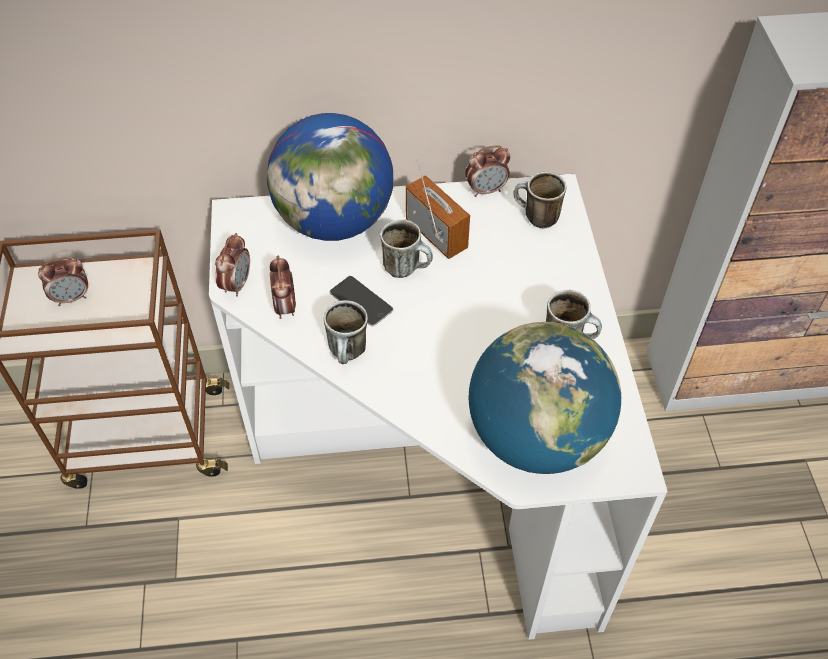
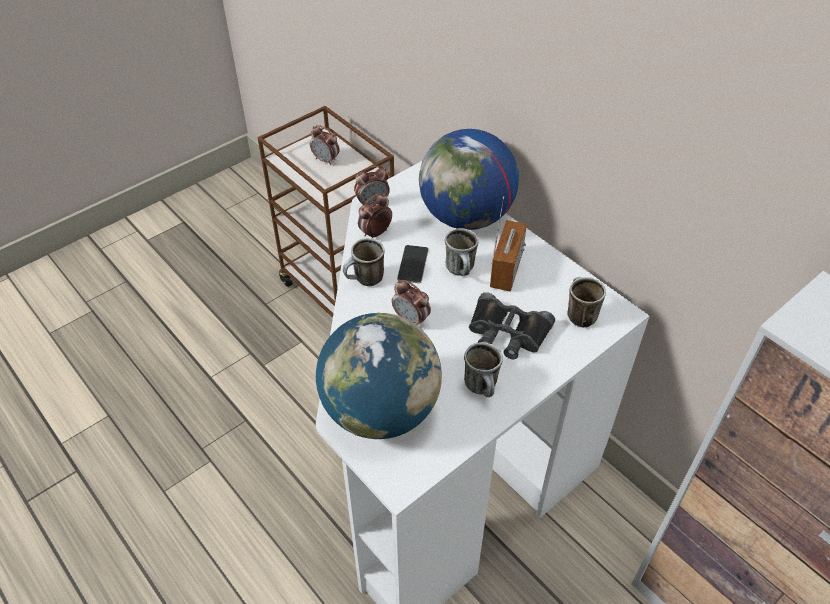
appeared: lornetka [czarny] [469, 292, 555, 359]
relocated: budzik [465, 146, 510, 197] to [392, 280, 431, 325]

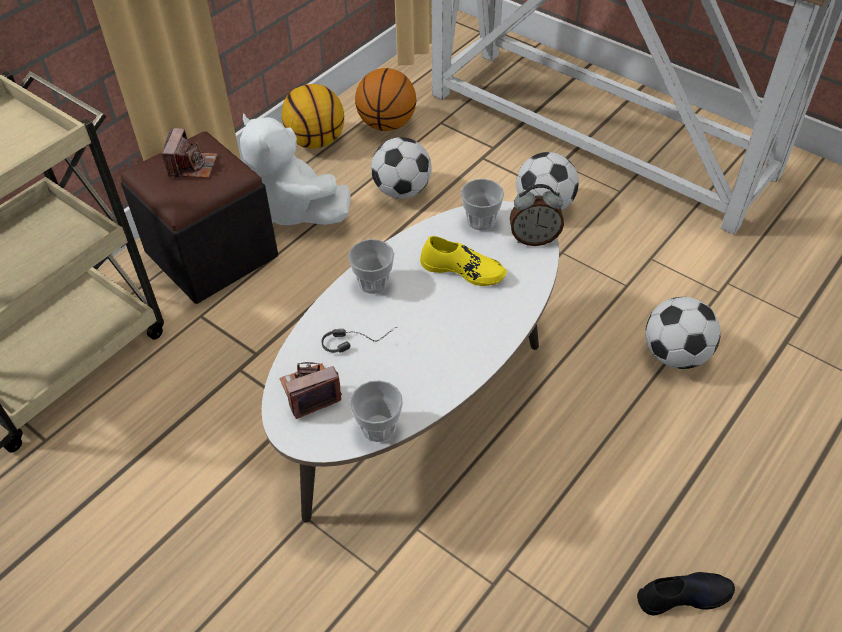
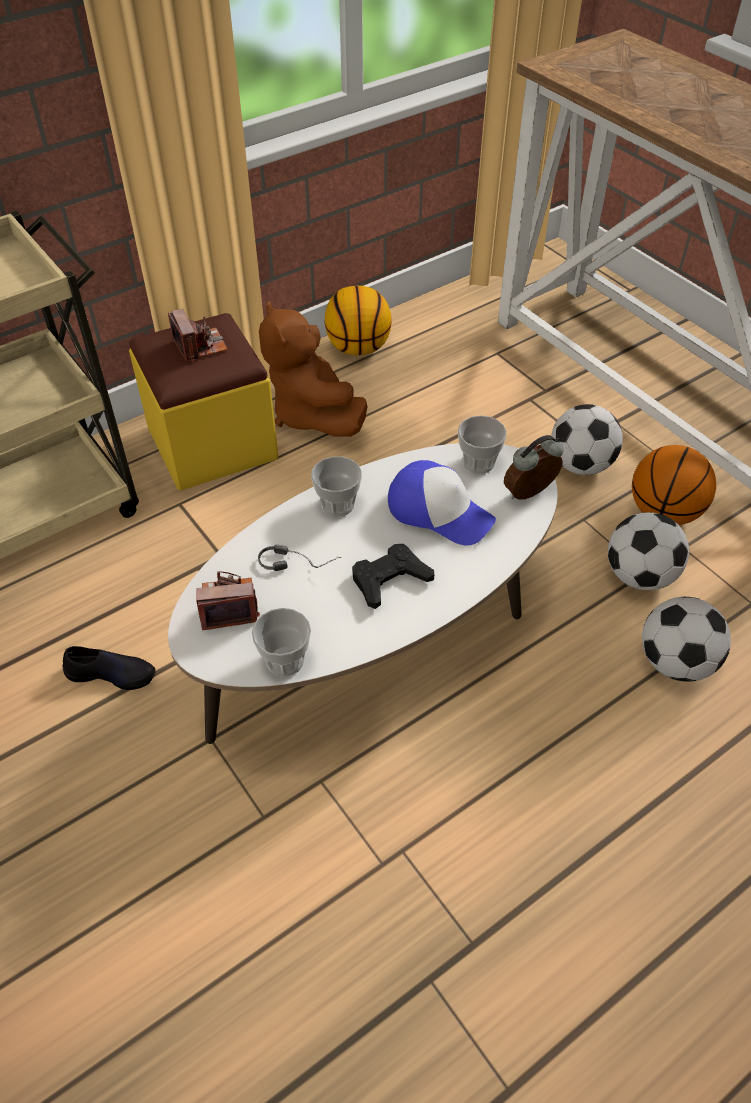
appeared: pad do gier [czarny] [352, 544, 434, 609]
relocated: piłka do koszykówki [355, 68, 416, 131] to [632, 445, 716, 525]; piłka futbolowa [371, 137, 432, 199] to [608, 512, 689, 590]; but [czarny] [637, 572, 735, 615] to [63, 646, 156, 690]
exchanged: but [żółty] [420, 236, 507, 286] to czapka z daszkiem [388, 460, 496, 546]
colour: pluszak [biały] [240, 113, 351, 225] to pluszak [brązowy] [259, 301, 368, 437]; pufa [czarny] [120, 132, 278, 304] to pufa [żółty] [129, 313, 278, 491]
spun: aparat fotograficzny [162, 128, 217, 179] = [168, 309, 228, 362] 45 degrees counterclockwise; budzik [510, 184, 564, 246] = [504, 435, 564, 500] 135 degrees clockwise

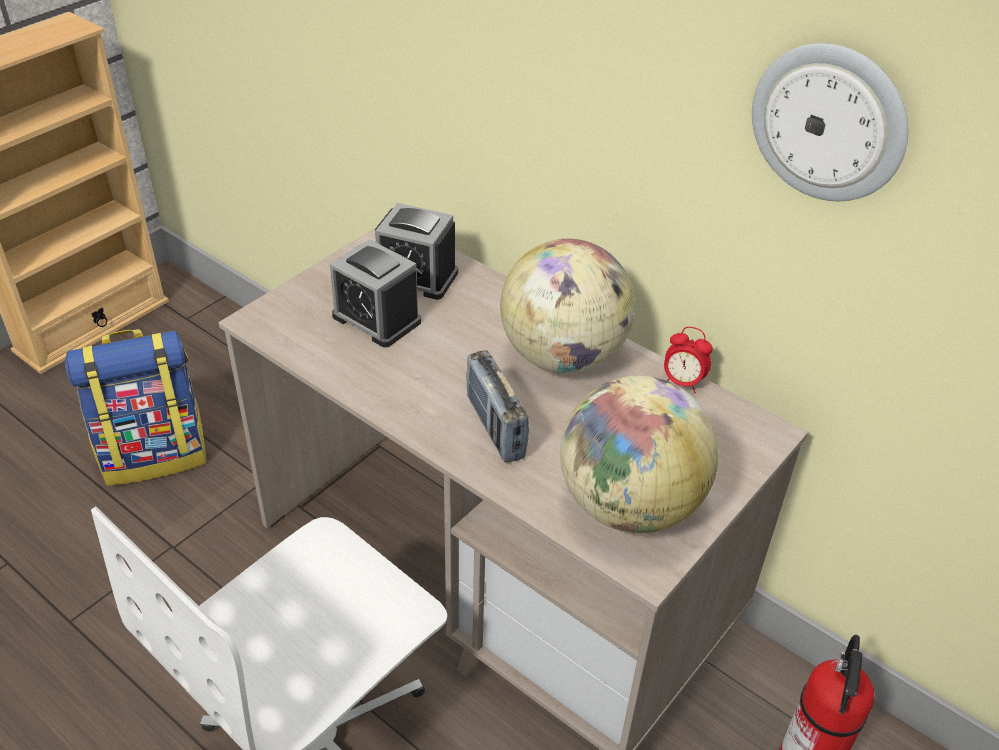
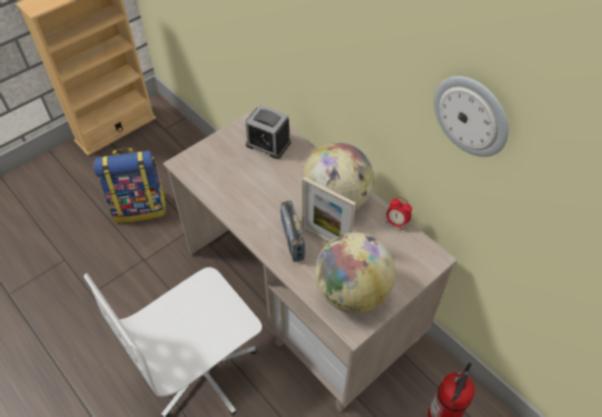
missing: budzik [330, 239, 421, 348]
appeared: ramka na zdjęcie [302, 177, 356, 242]

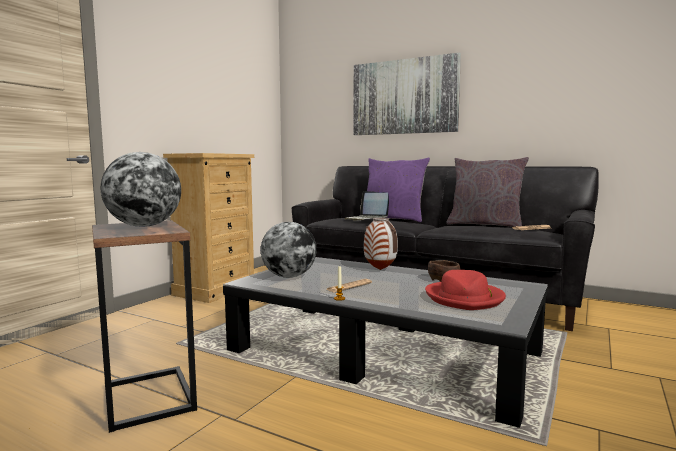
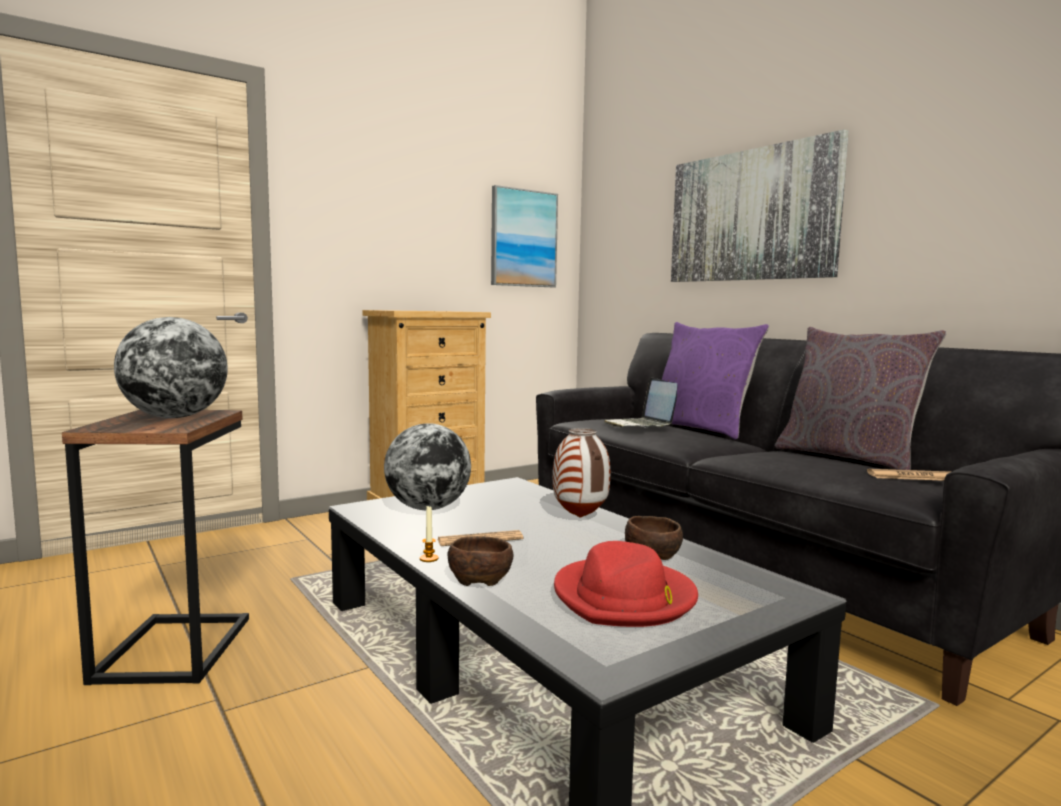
appeared: obraz [491, 185, 558, 287]; miska [brązowy] [447, 536, 513, 586]

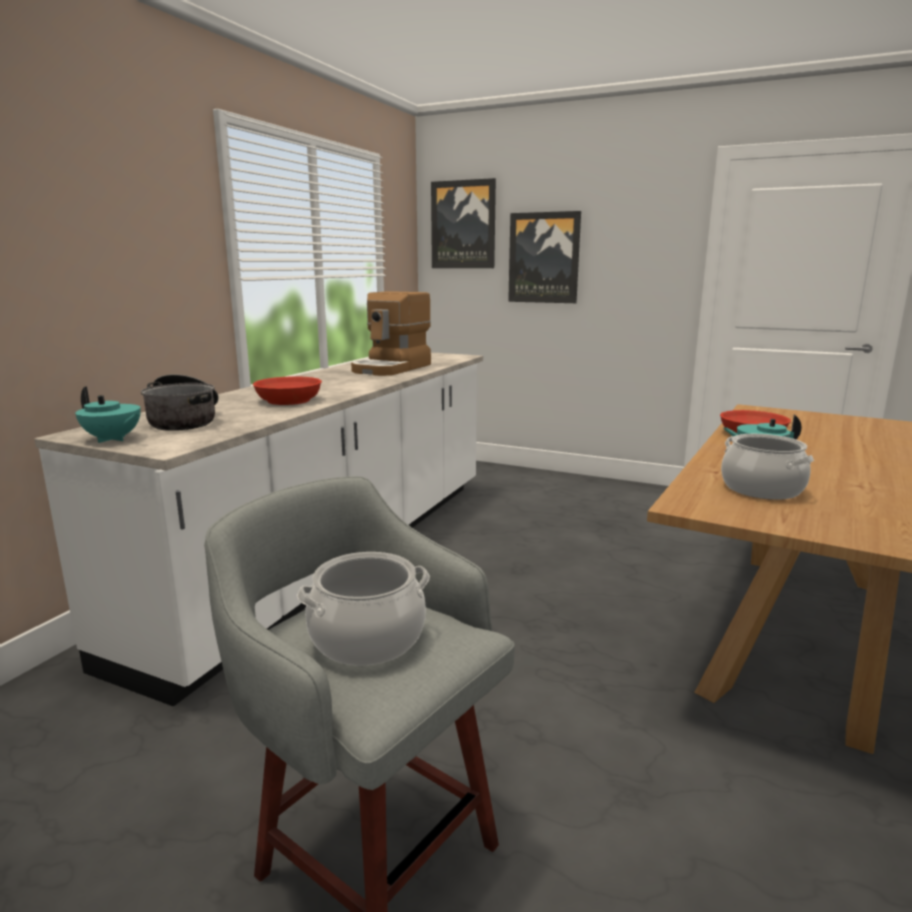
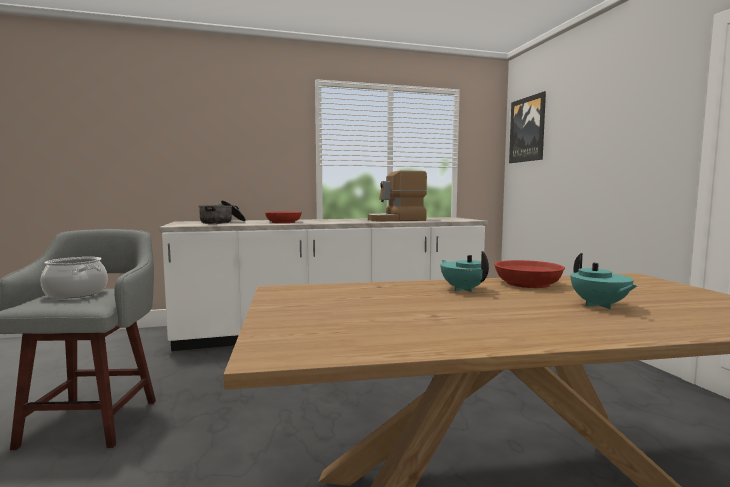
missing: obraz [508, 211, 581, 303]; garnek [721, 434, 814, 500]
relocated: imbryk [turkusowy] [75, 387, 141, 443] to [571, 253, 637, 309]

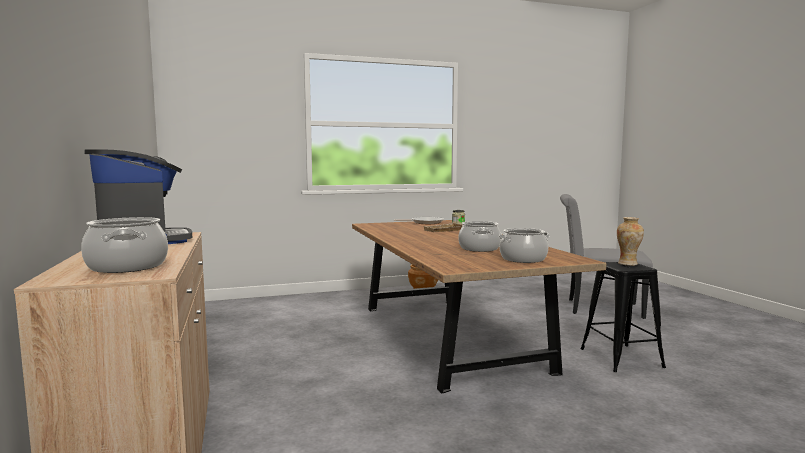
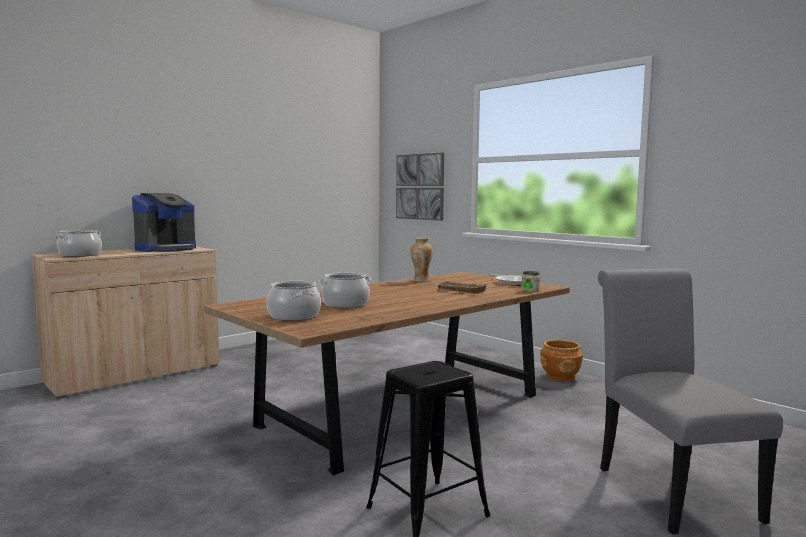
appeared: obraz [396, 153, 444, 221]
relocated: wazon [617, 217, 644, 266] to [410, 238, 433, 282]

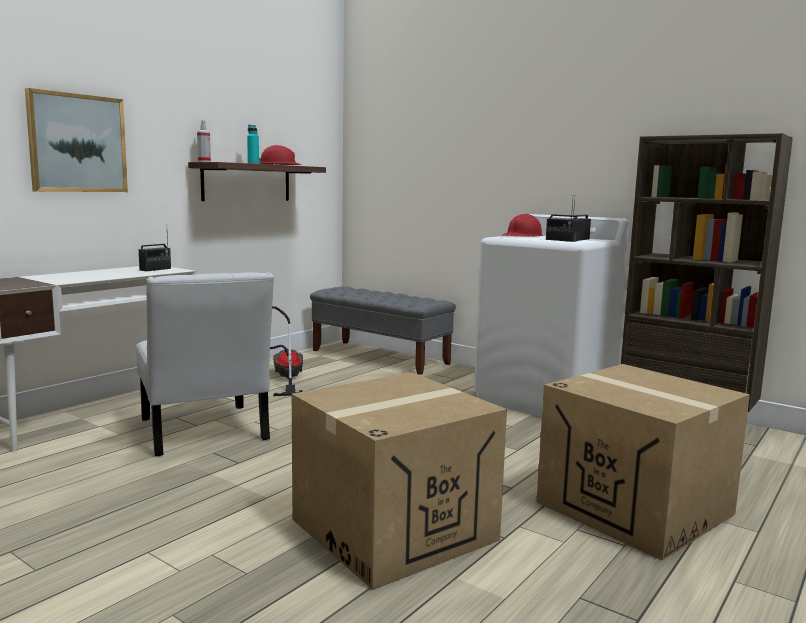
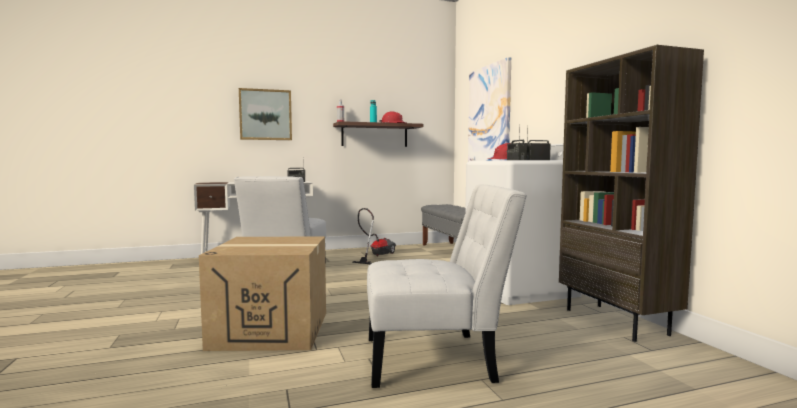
appeared: obraz [468, 57, 511, 161]
exchanged: karton [537, 364, 750, 561] to krzesło [biały] [367, 184, 527, 388]

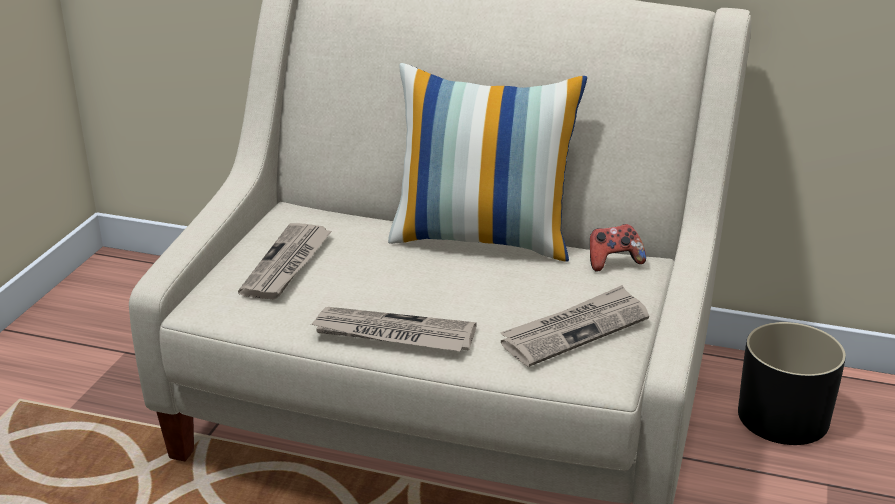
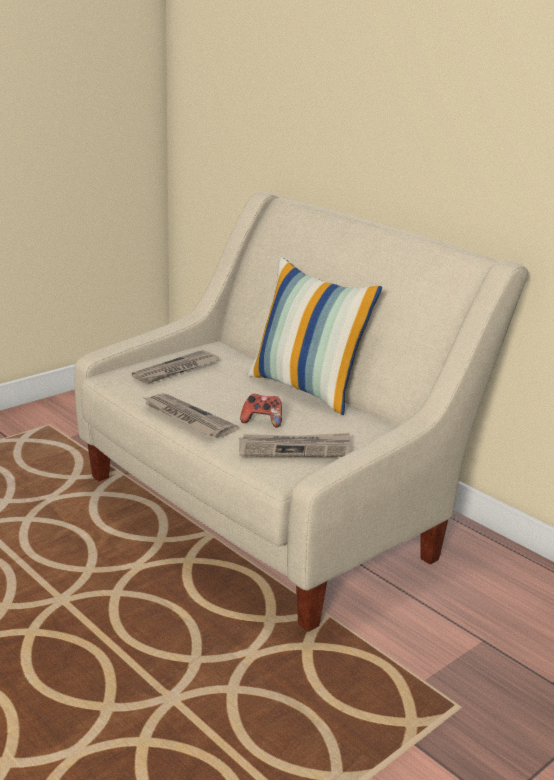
missing: donica [czarny] [738, 322, 846, 445]
relocated: pad do gier [590, 224, 646, 272] to [240, 394, 282, 428]

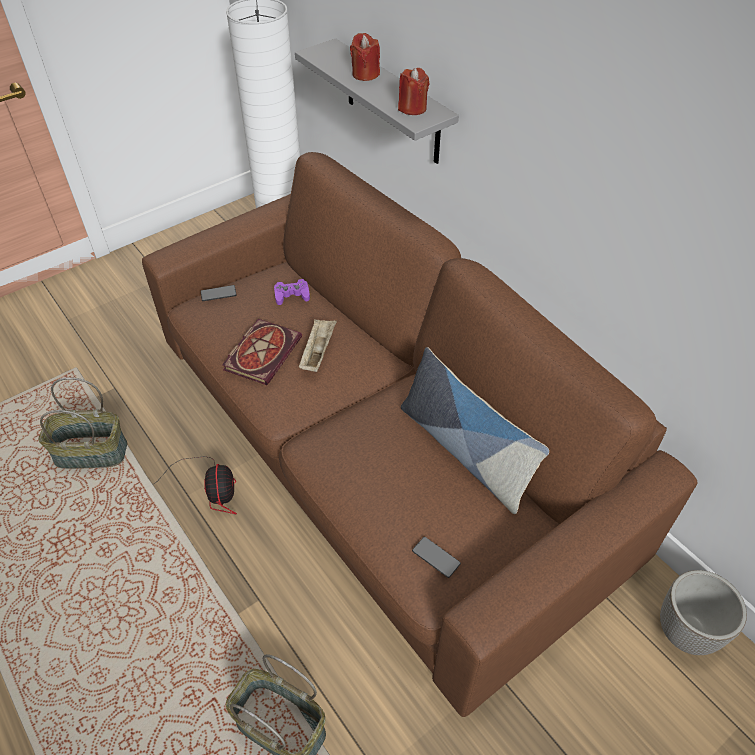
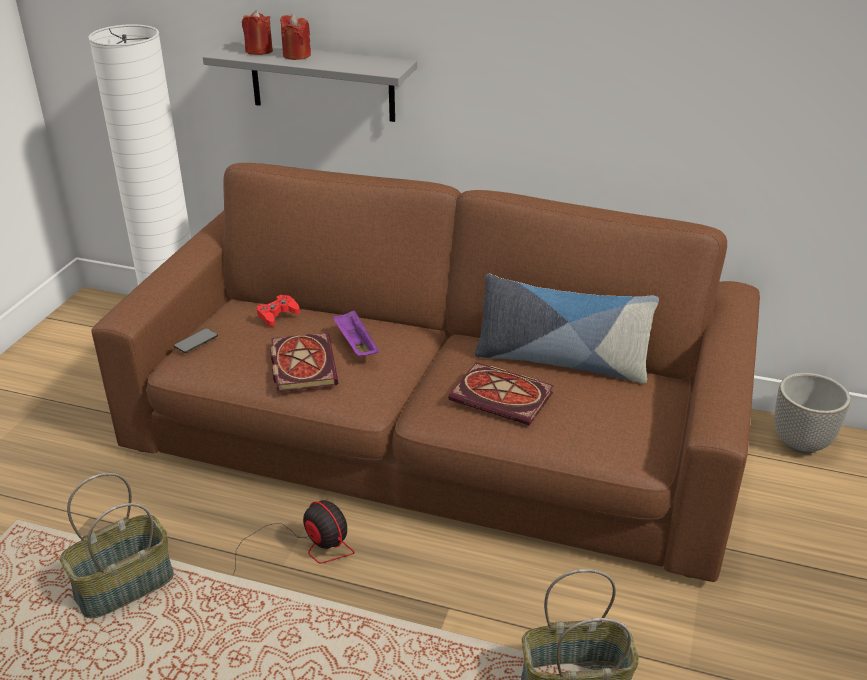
missing: telefon [412, 537, 461, 578]
appeared: książka [448, 362, 554, 426]
relocated: świeca [czerwony] [398, 68, 430, 115] to [242, 10, 273, 55]
colour: pad do gier [fioletowy] [274, 279, 310, 305] to pad do gier [czerwony] [257, 295, 300, 327]; taca [beżowy] [299, 319, 337, 372] to taca [fioletowy] [333, 310, 379, 356]

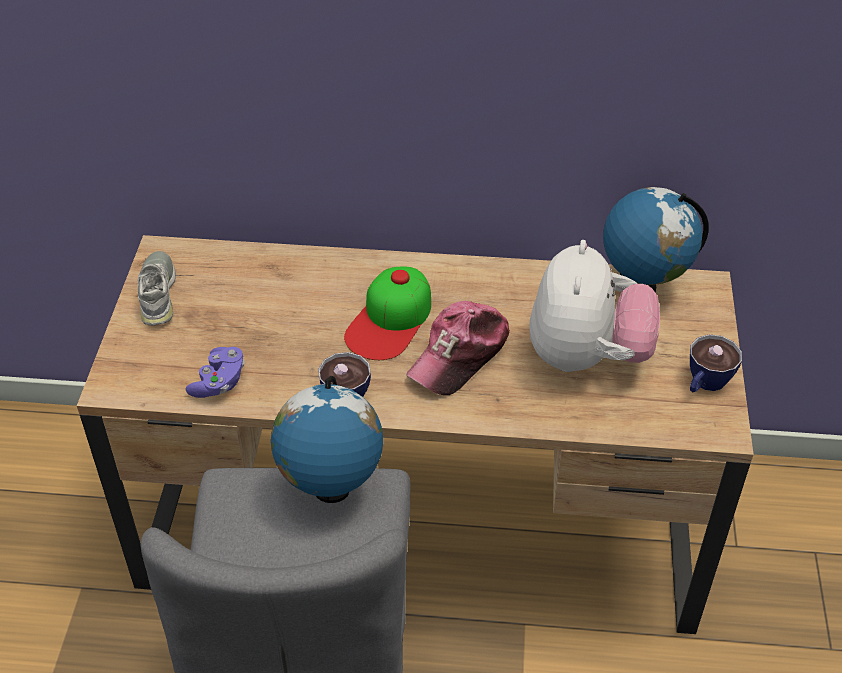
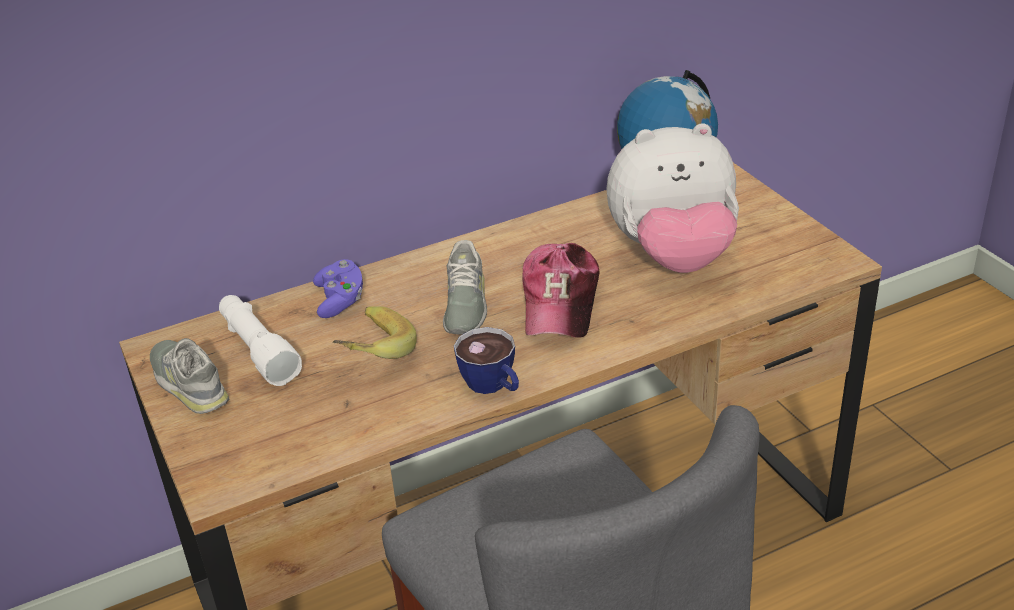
missing: filiżanka [690, 334, 742, 392]; globus [271, 376, 383, 503]
appeared: latarka [biały] [219, 295, 302, 386]; banan [333, 306, 417, 359]
relocated: pad do gier [fioletowy] [186, 347, 245, 398] to [313, 259, 363, 318]
exchanged: czapka z daszkiem [344, 267, 431, 360] to but [szary] [443, 240, 487, 335]
spun: pluszak [529, 240, 660, 372] = [606, 123, 739, 273] 105 degrees clockwise

